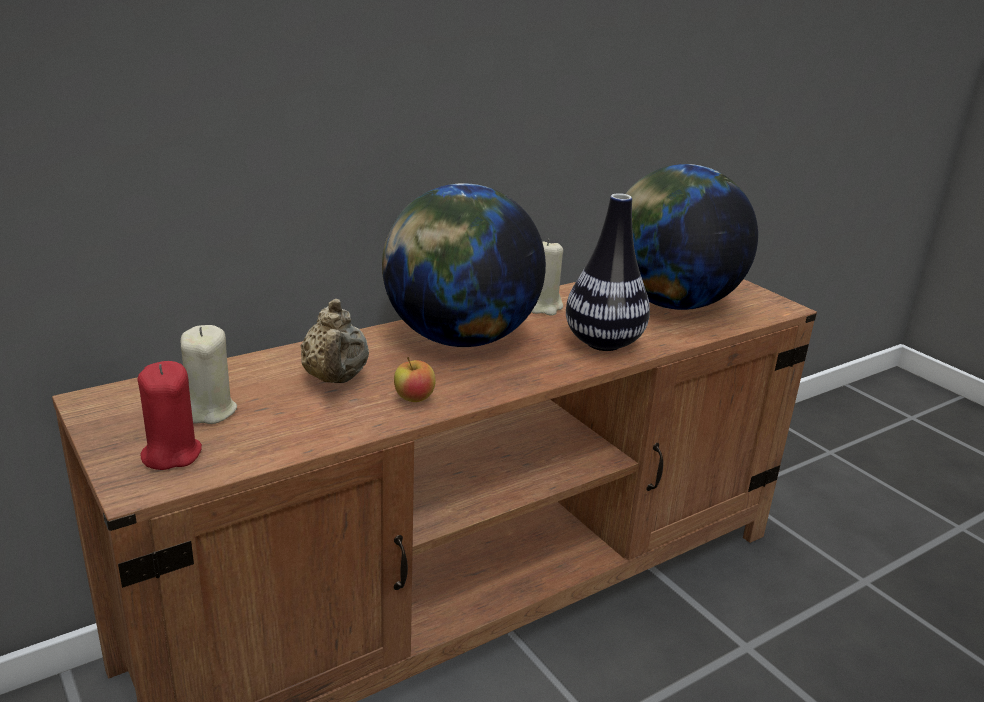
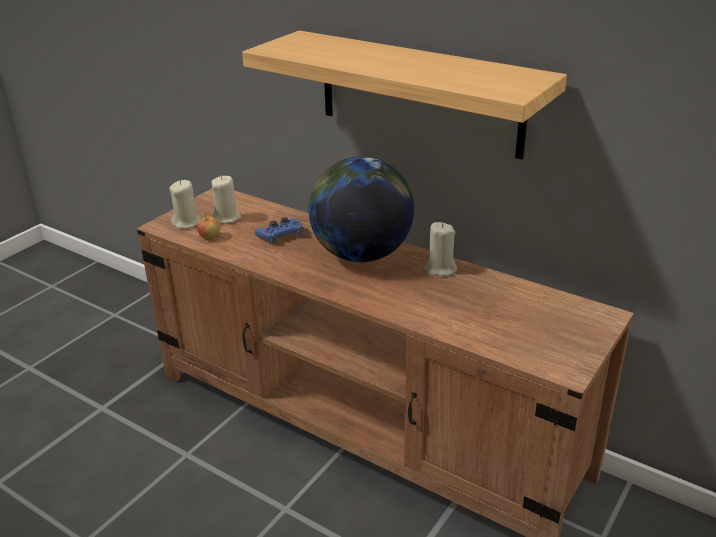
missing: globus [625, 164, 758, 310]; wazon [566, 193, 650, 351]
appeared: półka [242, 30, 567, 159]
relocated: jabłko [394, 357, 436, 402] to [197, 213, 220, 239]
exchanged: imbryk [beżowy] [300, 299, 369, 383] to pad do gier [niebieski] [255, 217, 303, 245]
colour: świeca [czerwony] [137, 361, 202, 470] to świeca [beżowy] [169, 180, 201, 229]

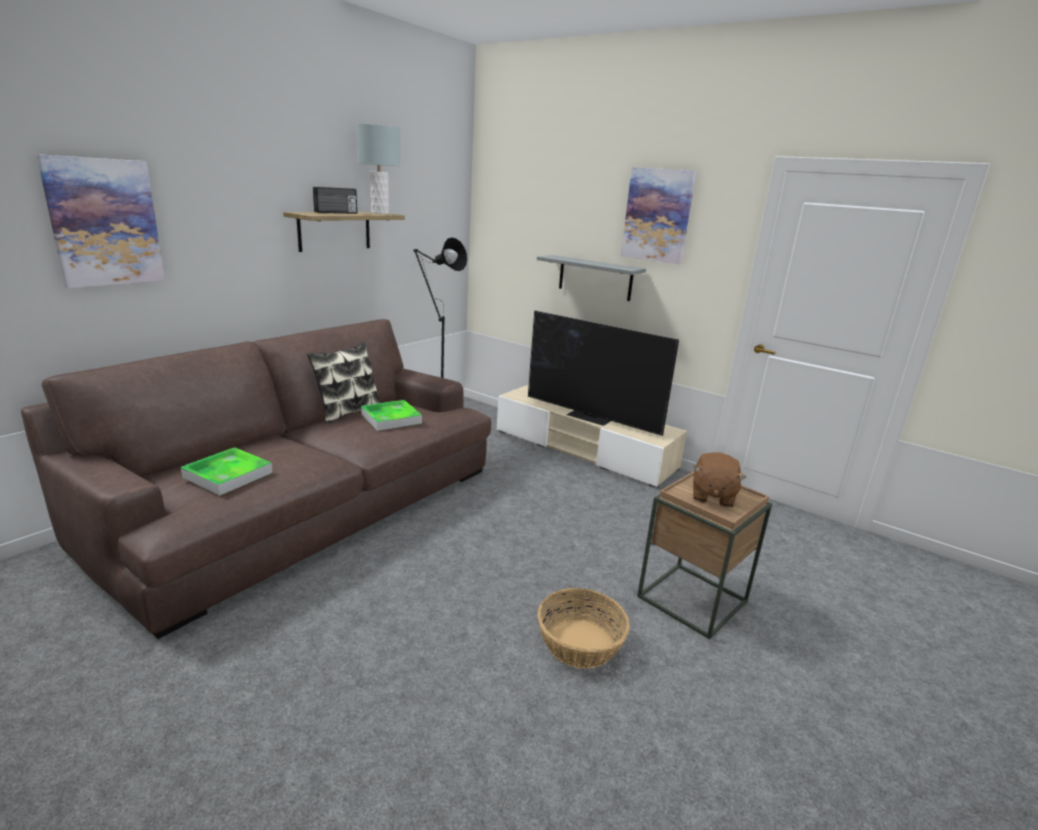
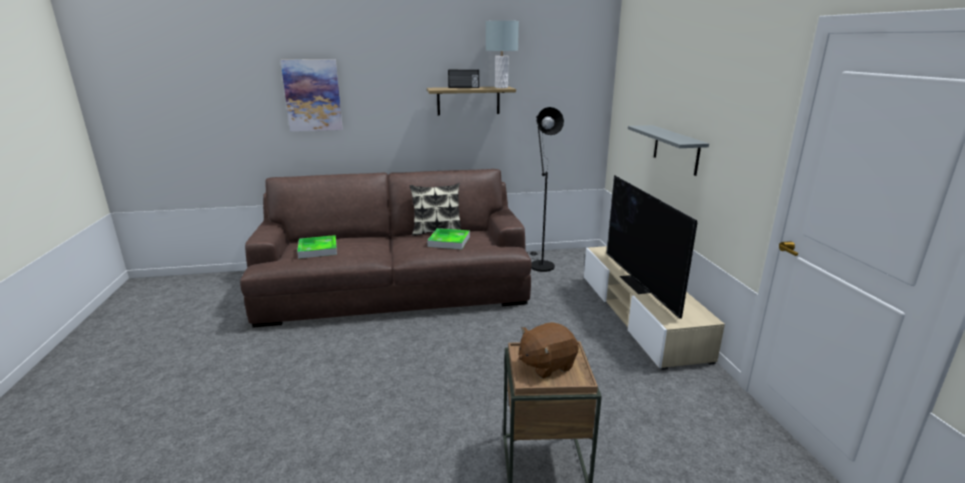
missing: obraz [621, 167, 696, 264]; koszyk [537, 588, 630, 669]

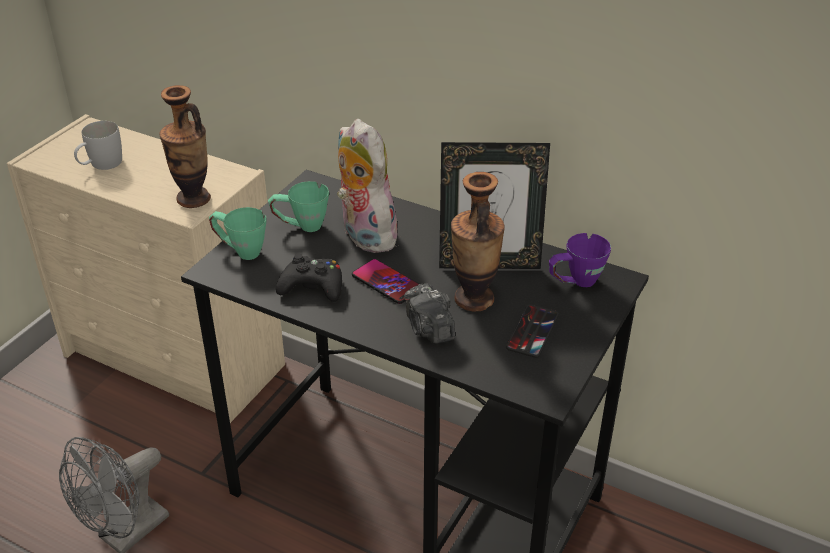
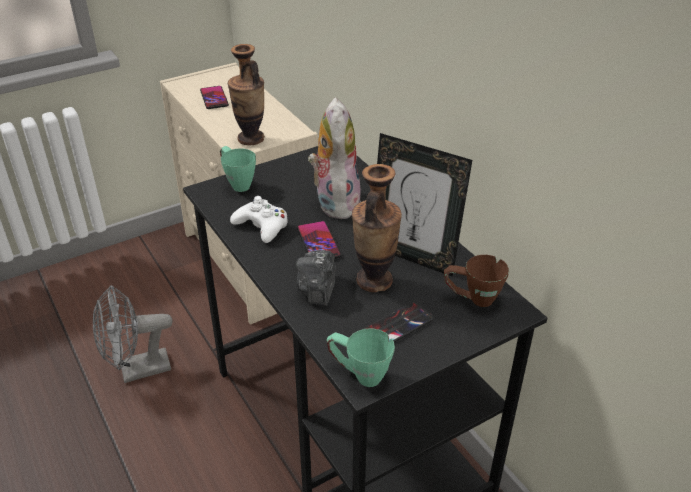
relocated: kubek [zielony] [268, 181, 329, 232] to [327, 328, 395, 387]
exchanged: kubek [biały] [74, 121, 122, 170] to telefon [200, 86, 229, 109]
colour: kubek [fioletowy] [549, 233, 611, 287] to kubek [brązowy] [444, 255, 509, 307]; pad do gier [czarny] [276, 254, 342, 302] to pad do gier [biały] [230, 196, 288, 243]

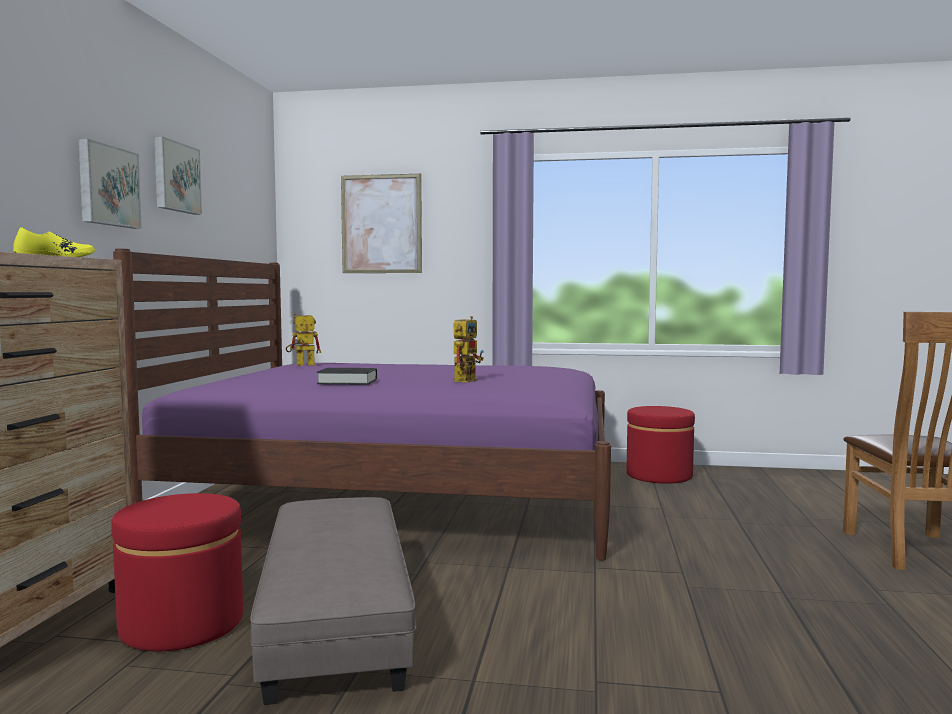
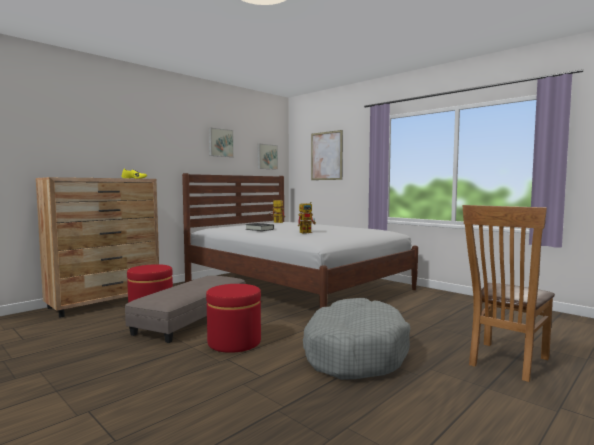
appeared: legowisko [szary] [303, 298, 410, 380]
relocated: obraz [78, 138, 142, 229] to [257, 144, 278, 170]; pufa [czerwony] [627, 406, 695, 484] to [206, 284, 261, 353]
colour: łóżko [fioletowy] [113, 249, 611, 561] to łóżko [biały] [182, 173, 418, 308]

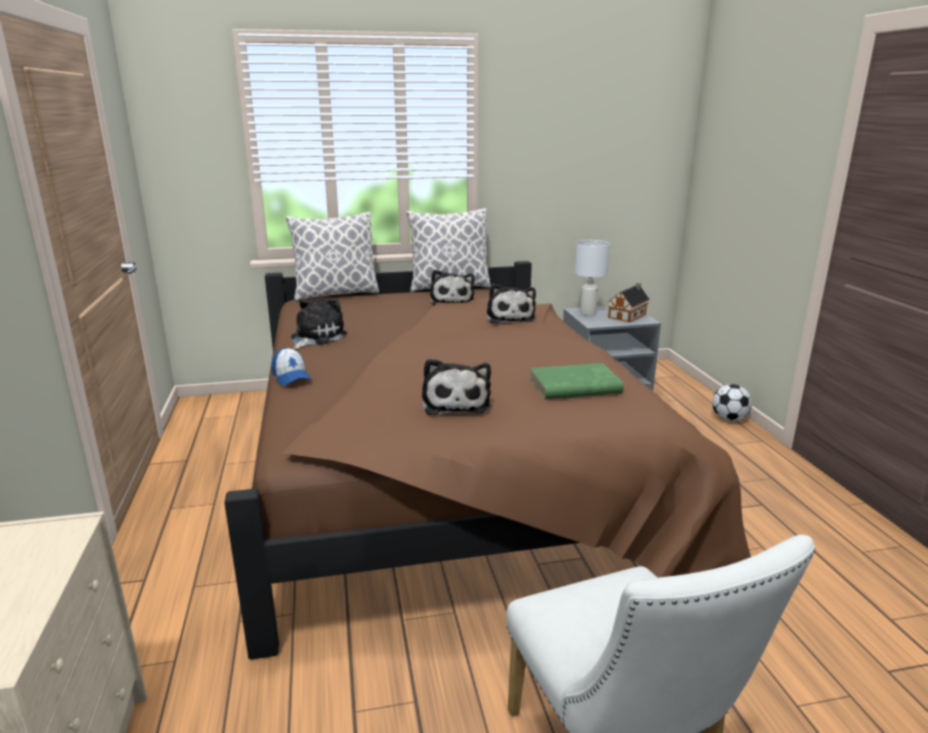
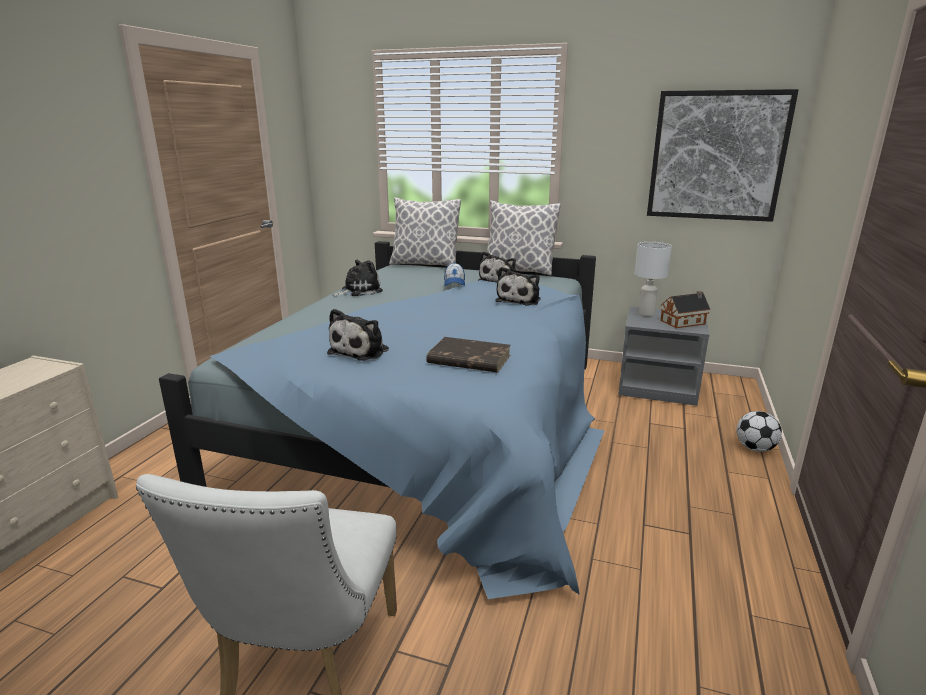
appeared: obraz [647, 89, 799, 222]
relocated: czapka z daszkiem [272, 347, 312, 386] to [444, 262, 465, 286]
colour: łóżko [brązowy] [224, 261, 751, 660] to łóżko [niebieski] [159, 241, 605, 599]; książka [zielony] [530, 363, 624, 399] to książka [brązowy] [426, 337, 511, 373]

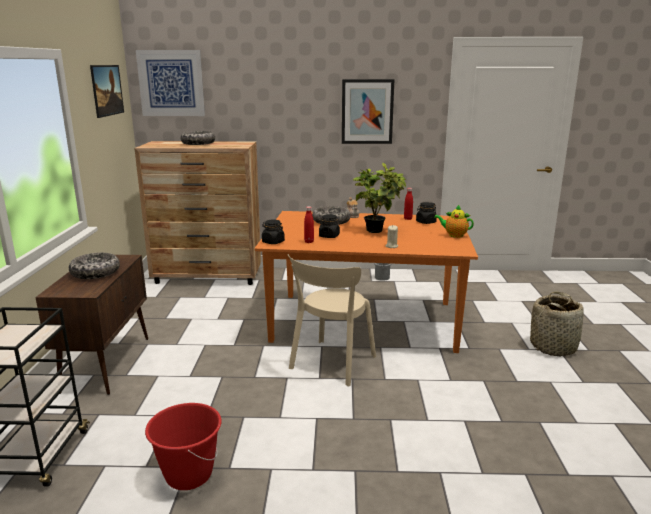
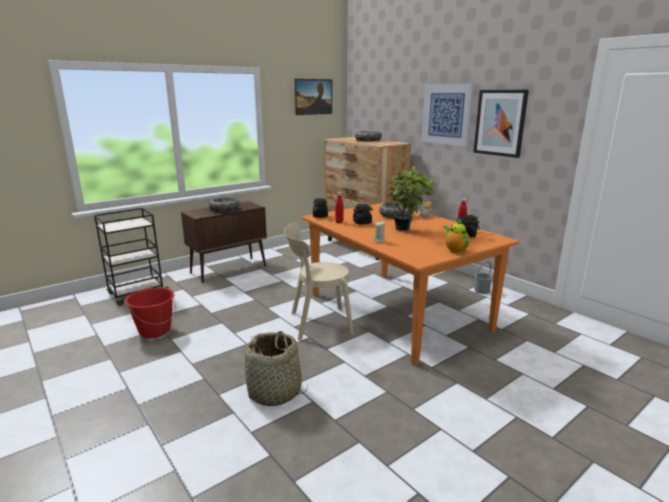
relocated: obraz [136, 50, 205, 116] to [422, 84, 474, 147]; koszyk [530, 291, 584, 356] to [245, 331, 308, 406]

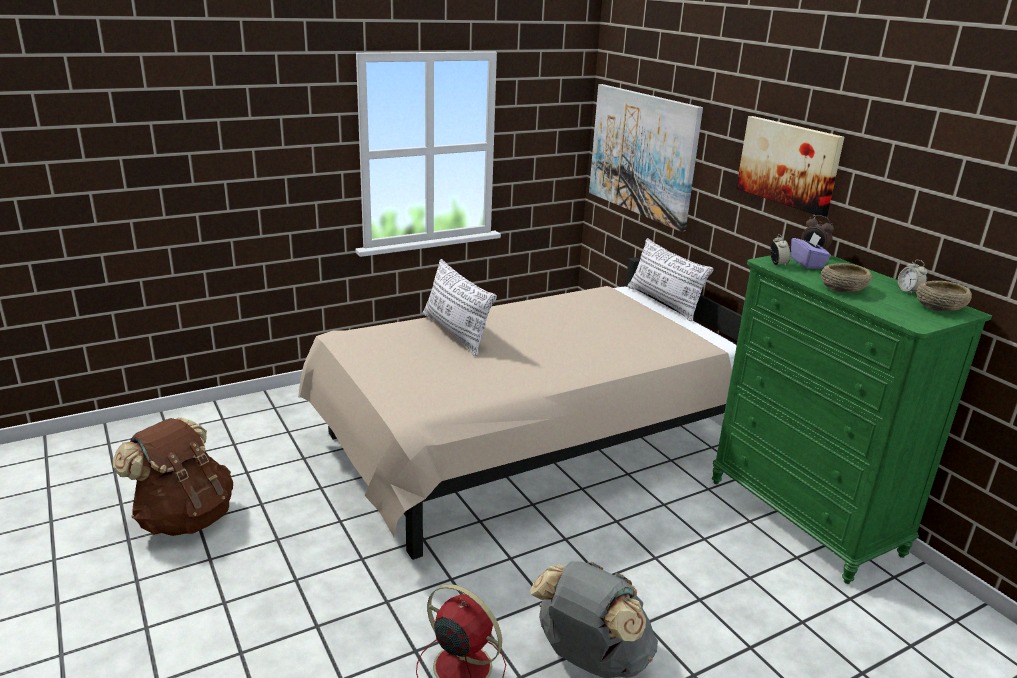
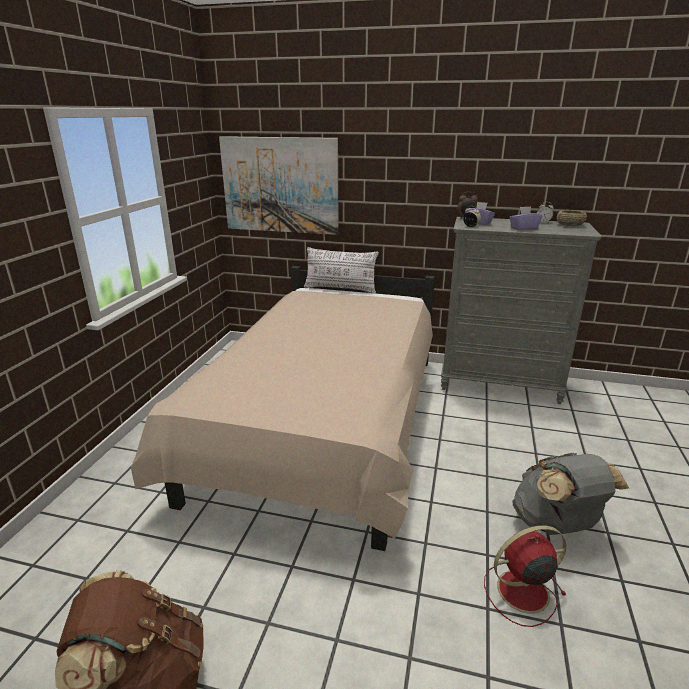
missing: obraz [736, 116, 844, 217]; poduszka [biały] [423, 259, 497, 356]
exchanged: miska [beżowy] [821, 263, 872, 292] to pudełko chusteczek [fioletowy] [509, 206, 542, 230]
colour: komoda [zielony] [712, 252, 992, 584] to komoda [szary] [441, 217, 602, 404]

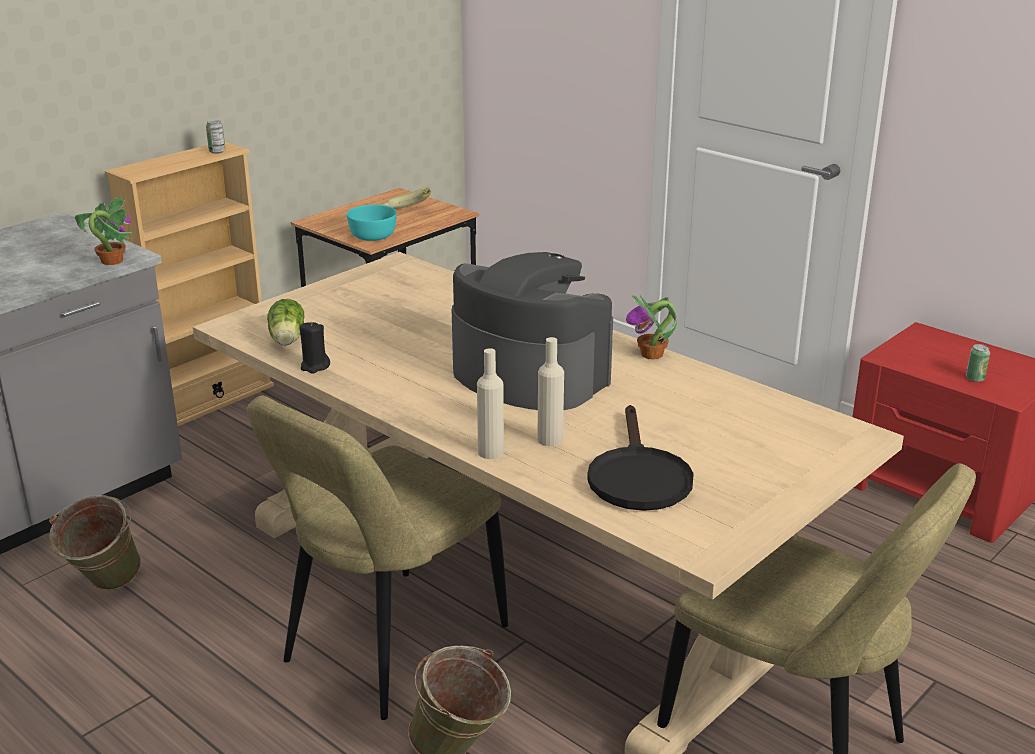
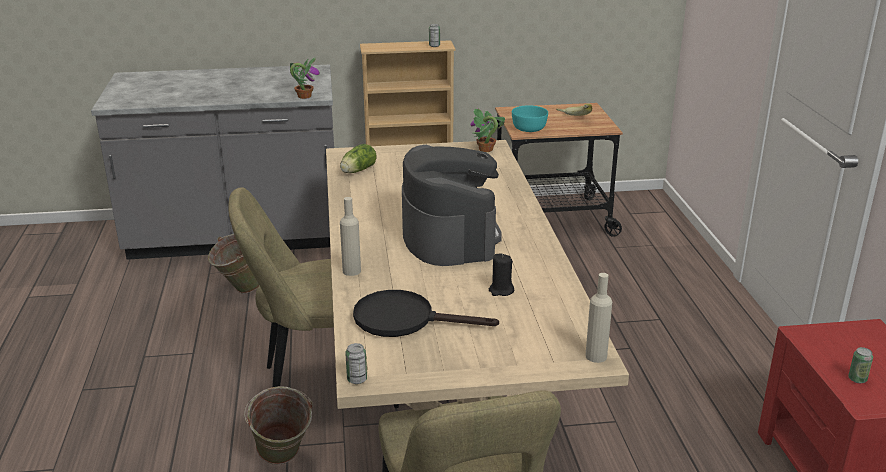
appeared: puszka [345, 343, 367, 384]
relocated: roślina doniczkowa [626, 294, 677, 359] to [471, 108, 505, 152]; świeca [czarny] [300, 321, 330, 374] to [489, 254, 514, 296]; butelka [beżowy] [537, 337, 564, 446] to [585, 273, 612, 363]
spun: patelnia [czarny] [587, 405, 694, 511] = [353, 290, 499, 337] 60 degrees clockwise

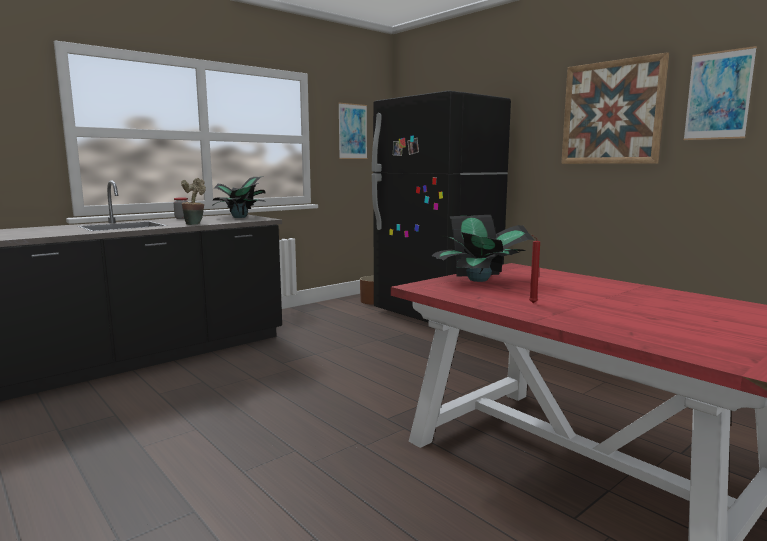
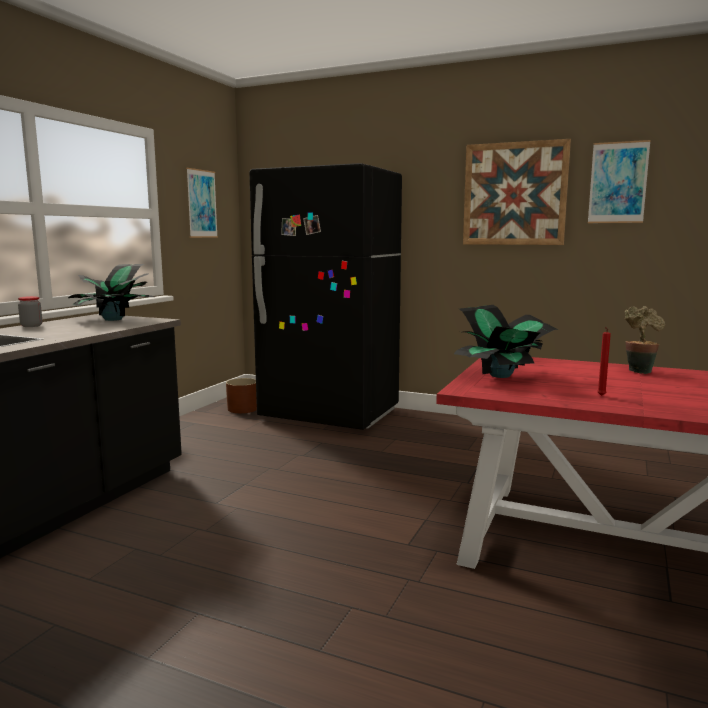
relocated: roślina doniczkowa [181, 178, 206, 225] to [625, 306, 665, 374]

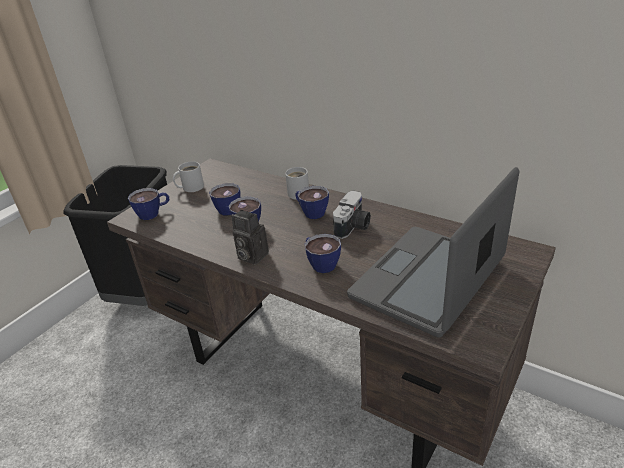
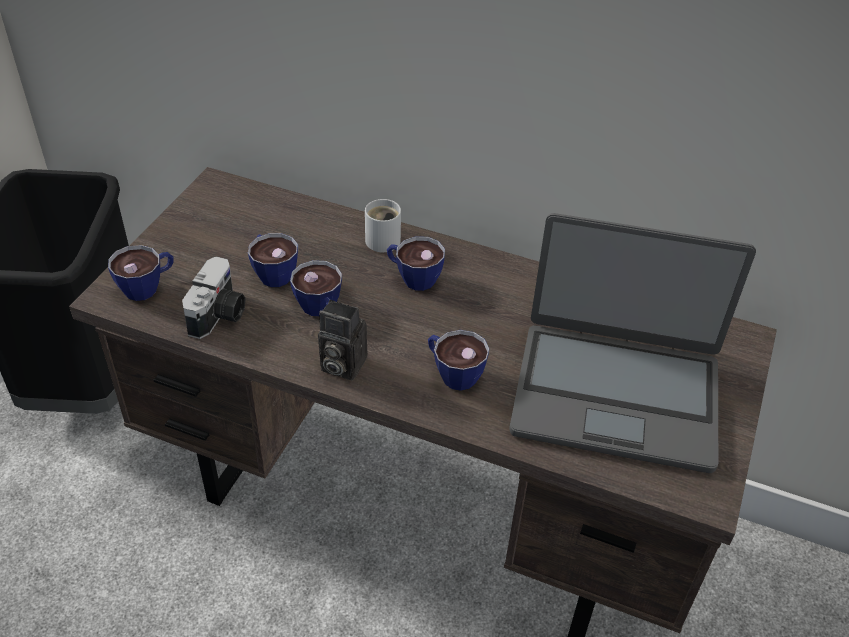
missing: kubek [biały] [173, 161, 204, 192]
relocated: aparat fotograficzny [333, 191, 371, 239] to [182, 256, 246, 339]
spun: laptop [347, 167, 519, 337] = [509, 213, 756, 473] 105 degrees counterclockwise

